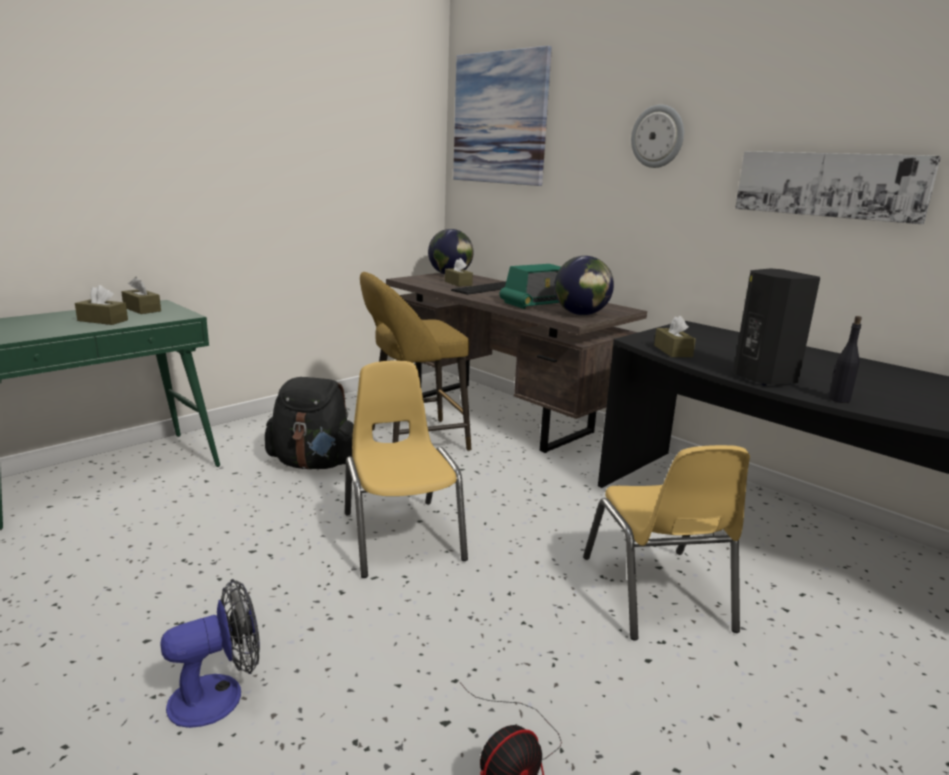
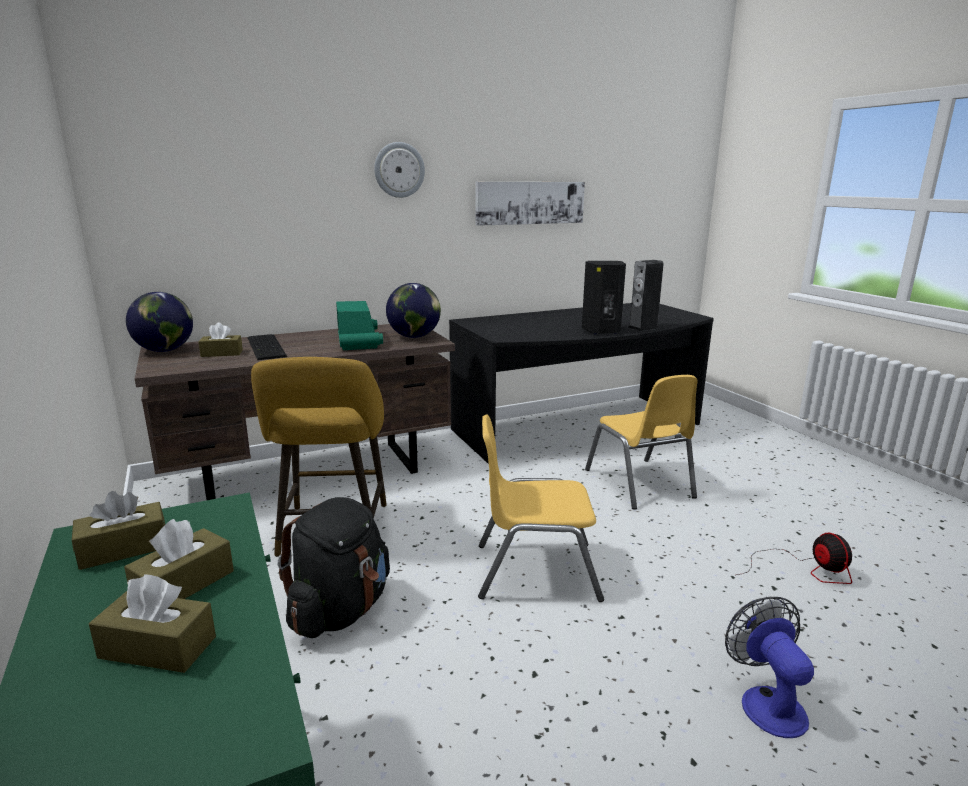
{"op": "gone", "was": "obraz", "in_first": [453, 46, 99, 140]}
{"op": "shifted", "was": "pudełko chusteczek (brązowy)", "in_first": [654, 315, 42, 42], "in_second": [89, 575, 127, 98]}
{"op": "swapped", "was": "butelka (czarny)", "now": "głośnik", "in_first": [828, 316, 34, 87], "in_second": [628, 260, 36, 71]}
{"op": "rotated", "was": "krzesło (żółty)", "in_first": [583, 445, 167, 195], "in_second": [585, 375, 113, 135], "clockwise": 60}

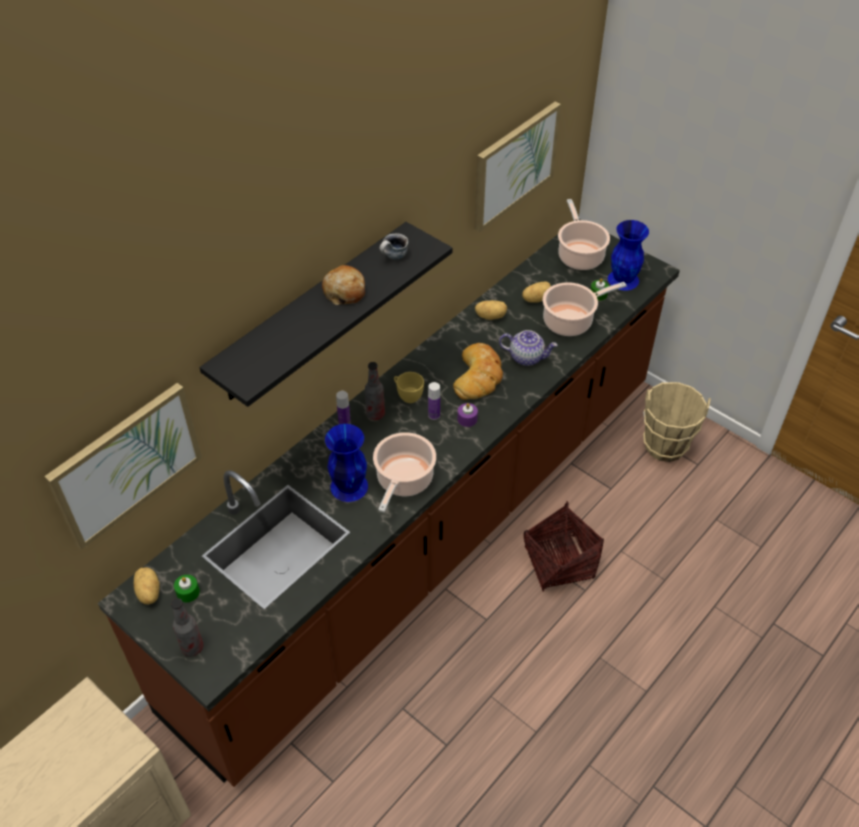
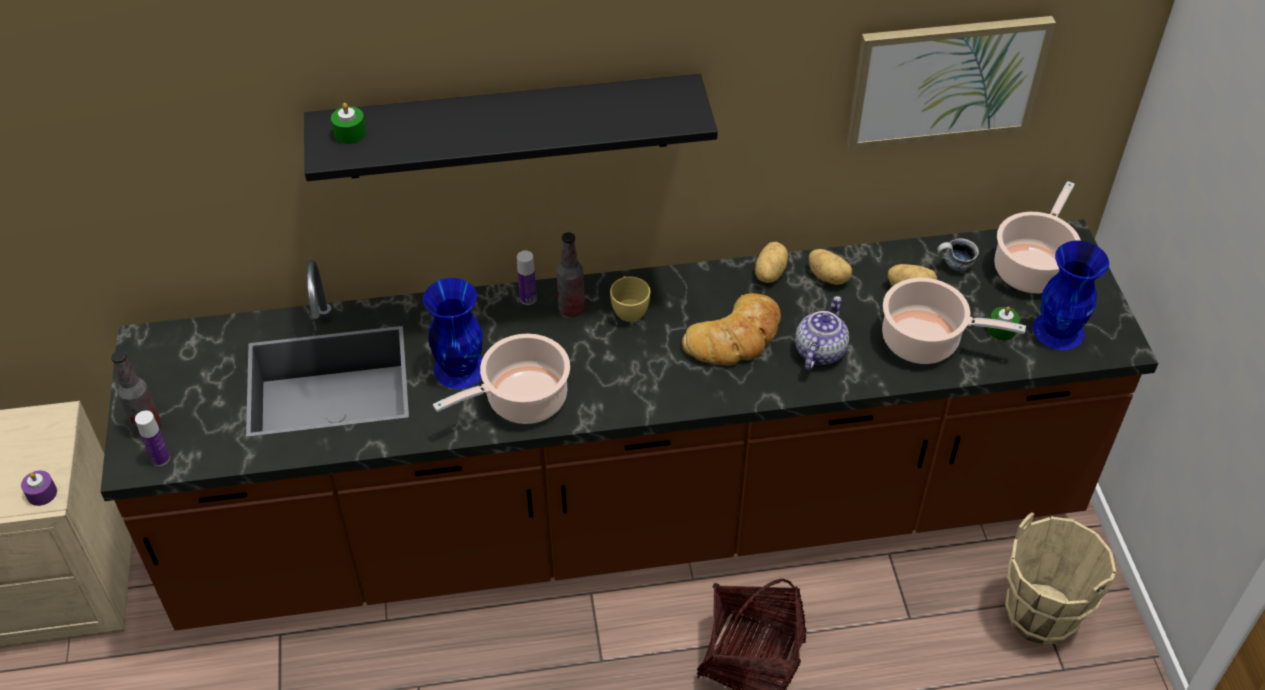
{"op": "shifted", "was": "kubek", "in_first": [379, 233, 29, 26], "in_second": [937, 238, 42, 33]}
{"op": "gone", "was": "chleb", "in_first": [322, 265, 43, 40]}
{"op": "rotated", "was": "imbryk", "in_first": [499, 330, 58, 36], "in_second": [795, 296, 54, 74], "clockwise": -120}
{"op": "shifted", "was": "butelka", "in_first": [428, 382, 12, 38], "in_second": [135, 410, 35, 56]}
{"op": "gone", "was": "obraz", "in_first": [44, 383, 158, 167]}
{"op": "shifted", "was": "świeca (fioletowy)", "in_first": [457, 403, 21, 24], "in_second": [21, 471, 36, 35]}
{"op": "shifted", "was": "ziemniak", "in_first": [134, 567, 26, 37], "in_second": [755, 242, 33, 41]}
{"op": "shifted", "was": "świeca (zielony)", "in_first": [174, 575, 26, 27], "in_second": [331, 103, 35, 41]}

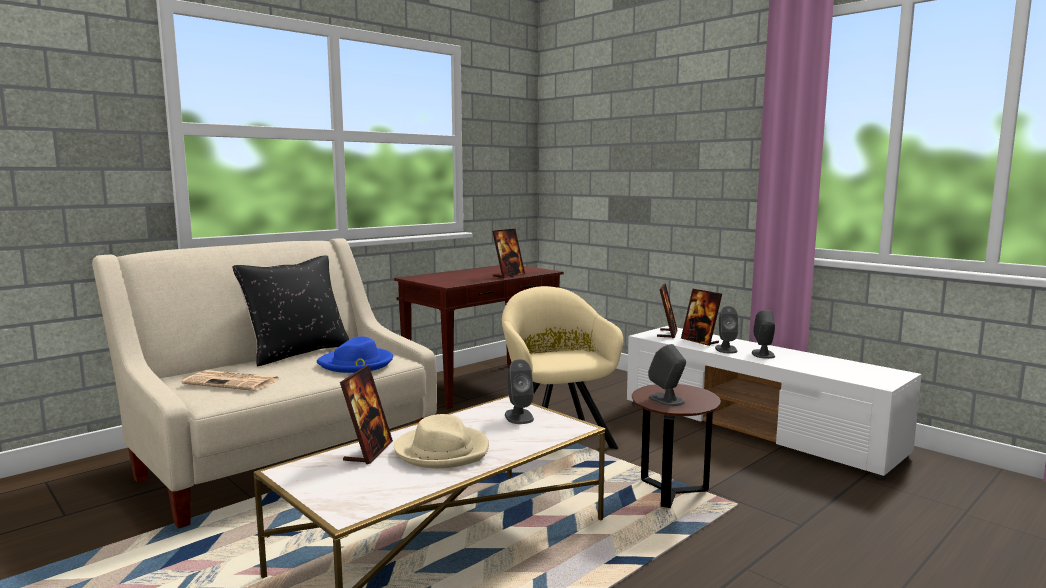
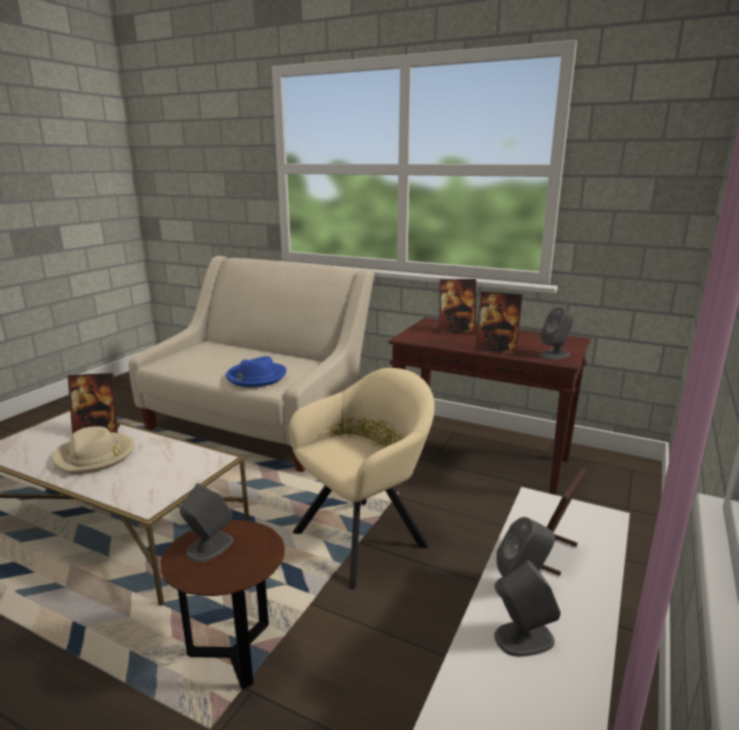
{"op": "gone", "was": "poduszka (czarny)", "in_first": [232, 256, 117, 111]}
{"op": "shifted", "was": "ramka na zdjęcie", "in_first": [657, 283, 21, 55], "in_second": [438, 279, 38, 54]}
{"op": "shifted", "was": "głośnik (szary)", "in_first": [505, 359, 29, 65], "in_second": [540, 307, 34, 53]}
{"op": "gone", "was": "gazeta", "in_first": [181, 370, 99, 21]}

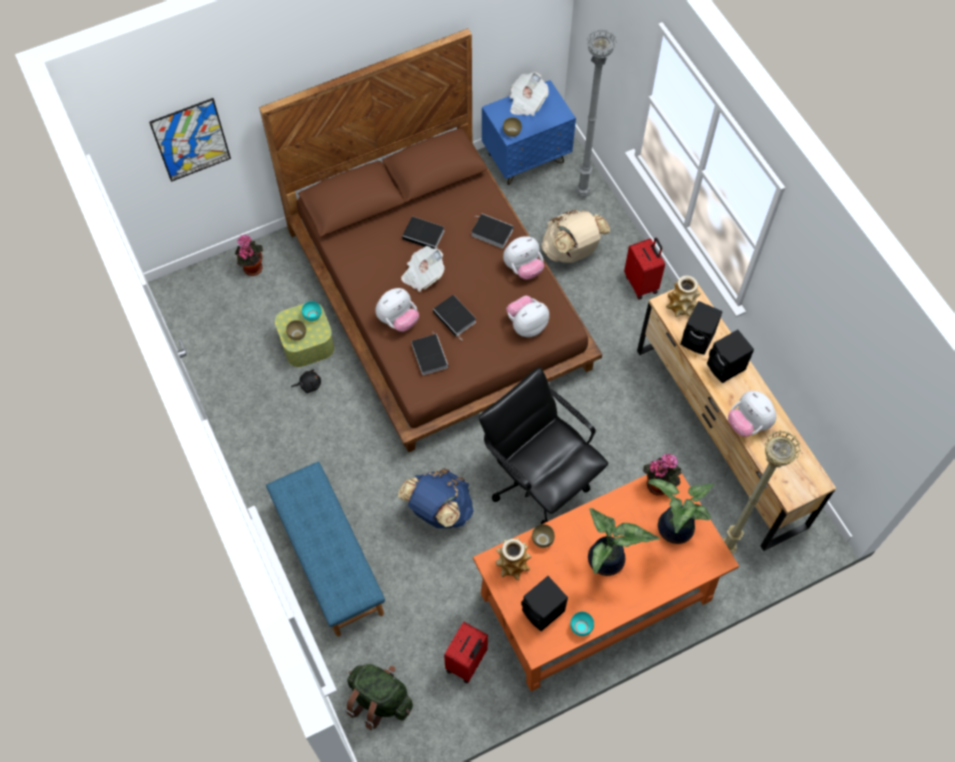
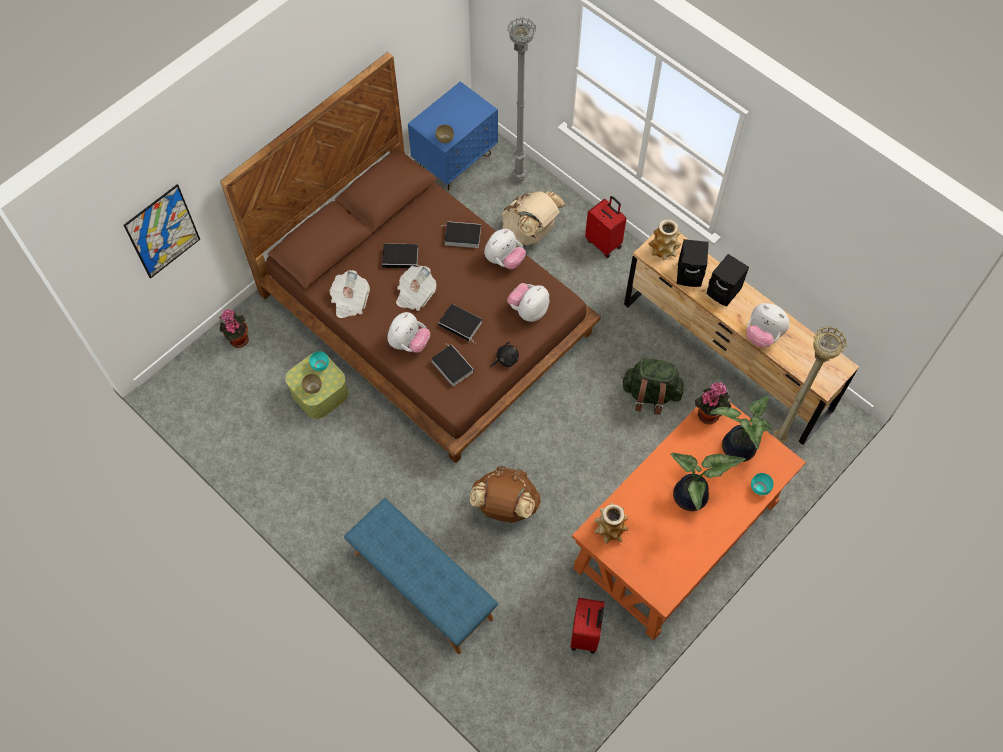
{"op": "shifted", "was": "gazeta", "in_first": [510, 72, 39, 44], "in_second": [329, 270, 41, 48]}
{"op": "gone", "was": "krzesło biurowe (czarny)", "in_first": [479, 367, 129, 157]}
{"op": "shifted", "was": "pluszak (czarny)", "in_first": [291, 369, 30, 24], "in_second": [490, 342, 29, 25]}
{"op": "repainted", "was": "plecak (niebieski)", "now": "plecak (brązowy)", "in_first": [398, 468, 76, 60], "in_second": [470, 466, 71, 57]}
{"op": "gone", "was": "miska (brązowy)", "in_first": [532, 524, 23, 24]}
{"op": "gone", "was": "głośnik (czarny)", "in_first": [521, 576, 47, 55]}
{"op": "shifted", "was": "miska (turkusowy)", "in_first": [570, 612, 24, 24], "in_second": [751, 473, 23, 22]}
{"op": "shifted", "was": "plecak (zielony)", "in_first": [345, 664, 68, 66], "in_second": [622, 358, 62, 57]}

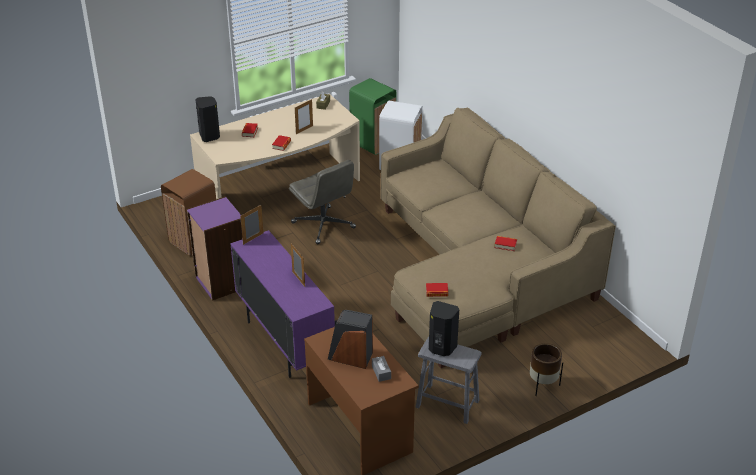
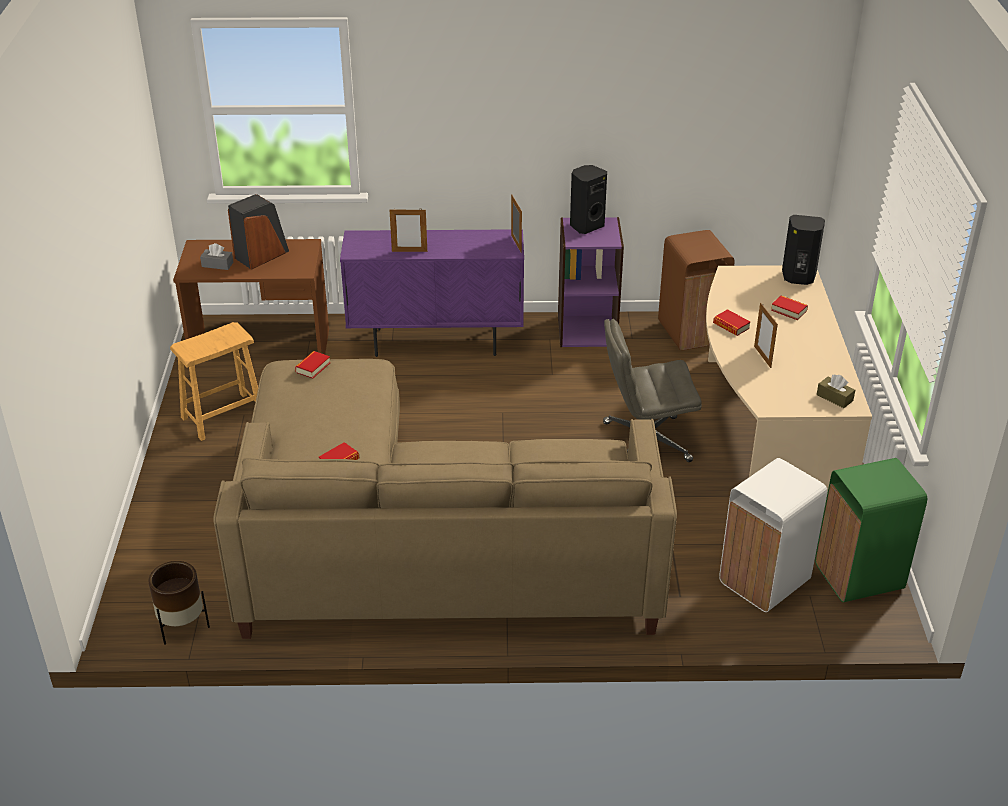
{"op": "shifted", "was": "głośnik (czarny)", "in_first": [429, 301, 30, 55], "in_second": [570, 165, 37, 69]}
{"op": "repainted", "was": "stołek (szary)", "now": "stołek (brązowy)", "in_first": [416, 337, 66, 87], "in_second": [170, 322, 88, 119]}
{"op": "shifted", "was": "donica (brązowy)", "in_first": [530, 343, 33, 53], "in_second": [149, 561, 61, 84]}

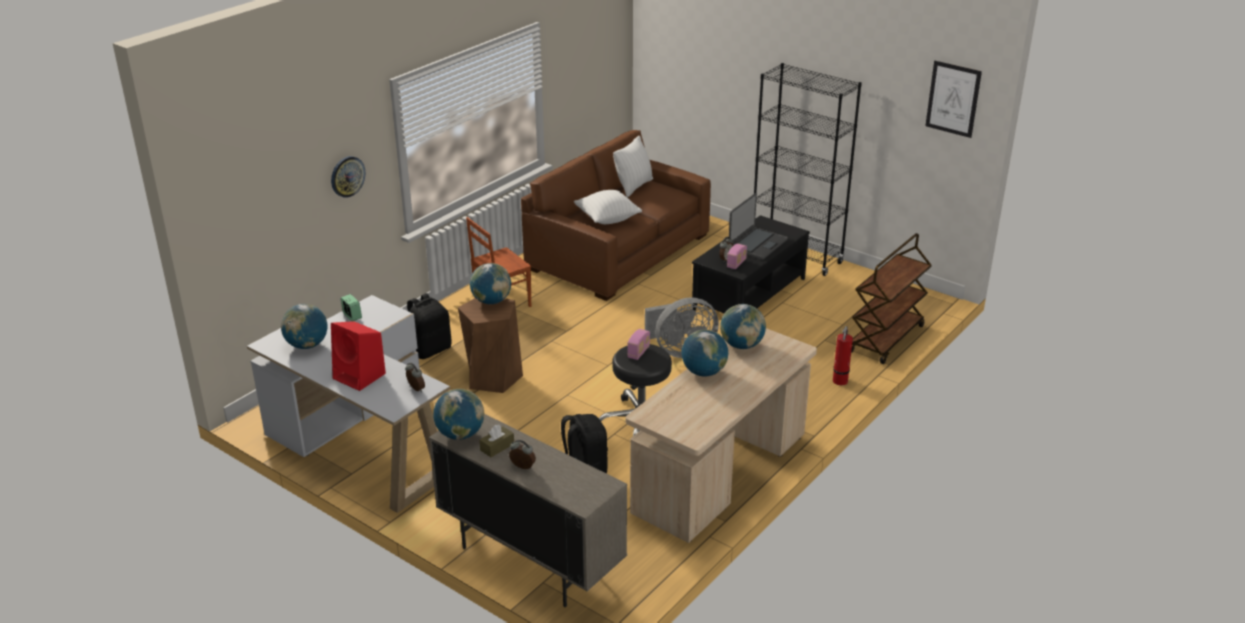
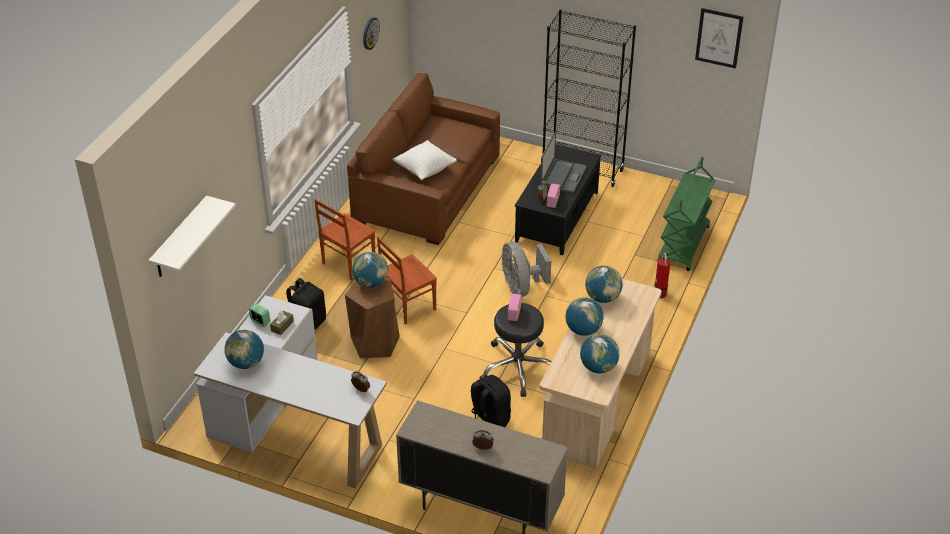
{"op": "gone", "was": "poduszka (biały)", "in_first": [613, 135, 40, 62]}
{"op": "shifted", "was": "zegar ścienny", "in_first": [331, 156, 34, 42], "in_second": [363, 17, 17, 33]}
{"op": "repainted", "was": "wózek (brązowy)", "now": "wózek (zielony)", "in_first": [851, 233, 81, 131], "in_second": [658, 157, 57, 114]}
{"op": "rotated", "was": "wentylator (szary)", "in_first": [645, 297, 74, 61], "in_second": [502, 241, 49, 56], "clockwise": 105}
{"op": "gone", "was": "głośnik (czerwony)", "in_first": [331, 321, 55, 70]}
{"op": "shifted", "was": "globus", "in_first": [433, 389, 51, 51], "in_second": [580, 334, 39, 39]}
{"op": "shifted", "was": "pudełko chusteczek (brązowy)", "in_first": [479, 425, 35, 32], "in_second": [270, 310, 24, 25]}
{"op": "new", "now": "półka (biały)", "in_second": [148, 195, 88, 82]}
{"op": "new", "now": "krzesło (brązowy)", "in_second": [377, 236, 60, 89]}

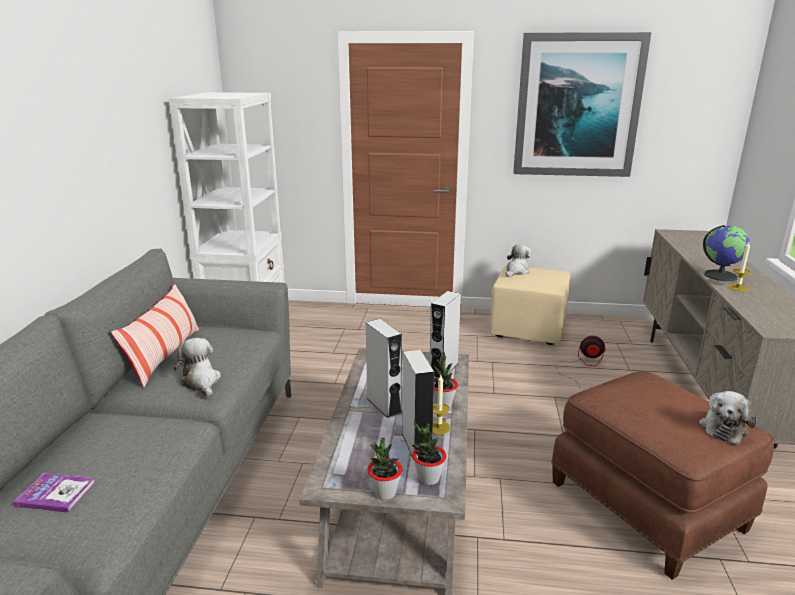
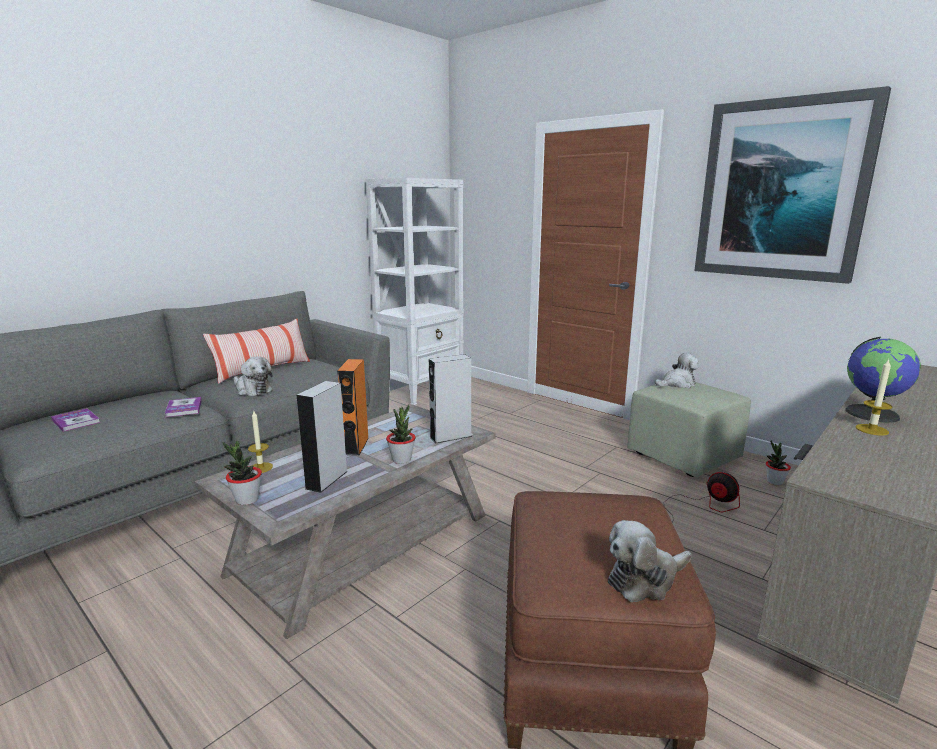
{"op": "repainted", "was": "pufa (beżowy)", "now": "pufa (zielony)", "in_first": [489, 265, 81, 80], "in_second": [627, 382, 124, 95]}
{"op": "repainted", "was": "głośnik (szary)", "now": "głośnik (pomarańczowy)", "in_first": [366, 319, 36, 99], "in_second": [337, 359, 32, 96]}
{"op": "rotated", "was": "pluszak", "in_first": [174, 338, 47, 59], "in_second": [234, 356, 39, 40], "clockwise": 120}
{"op": "shifted", "was": "świeca", "in_first": [433, 375, 18, 60], "in_second": [248, 411, 25, 62]}
{"op": "shifted", "was": "roślina doniczkowa", "in_first": [412, 422, 35, 63], "in_second": [766, 441, 25, 45]}
{"op": "new", "now": "książka", "in_second": [165, 397, 37, 20]}

